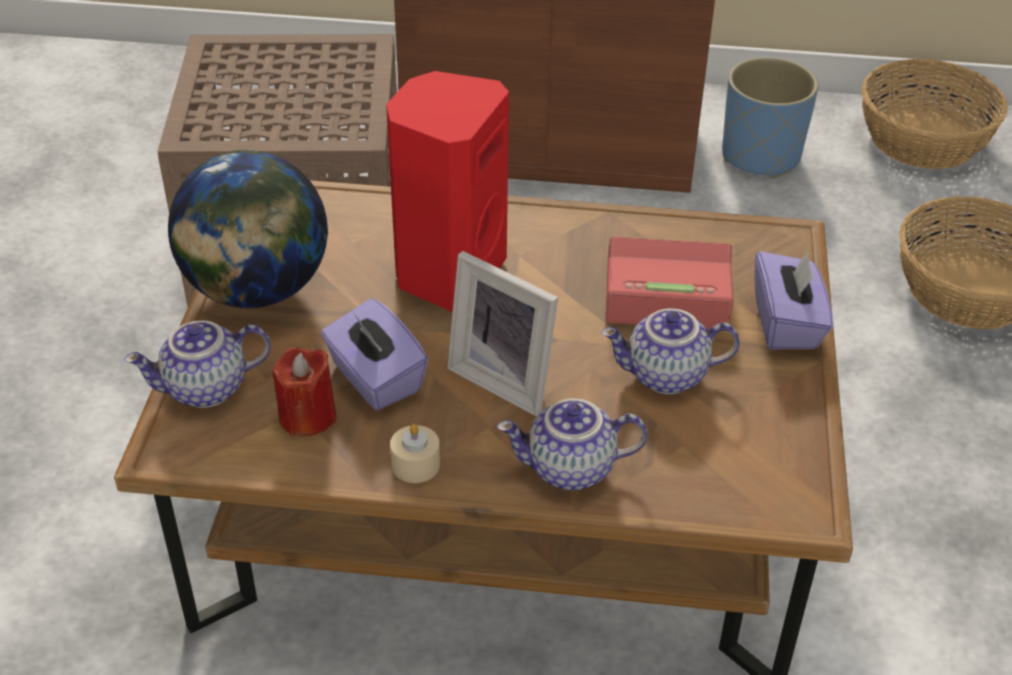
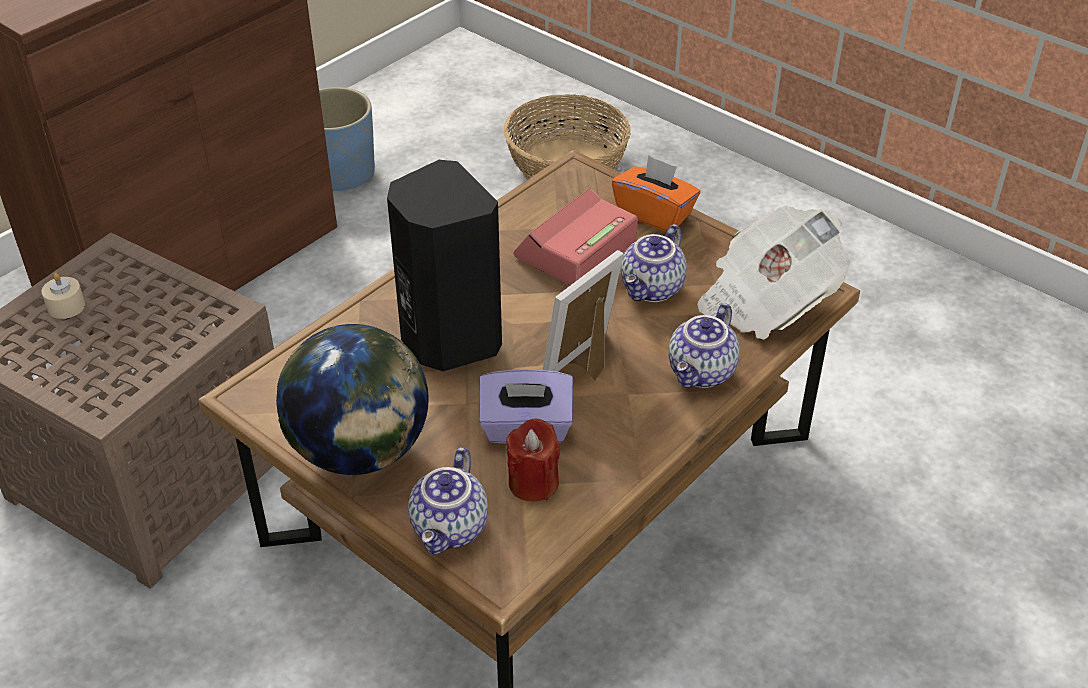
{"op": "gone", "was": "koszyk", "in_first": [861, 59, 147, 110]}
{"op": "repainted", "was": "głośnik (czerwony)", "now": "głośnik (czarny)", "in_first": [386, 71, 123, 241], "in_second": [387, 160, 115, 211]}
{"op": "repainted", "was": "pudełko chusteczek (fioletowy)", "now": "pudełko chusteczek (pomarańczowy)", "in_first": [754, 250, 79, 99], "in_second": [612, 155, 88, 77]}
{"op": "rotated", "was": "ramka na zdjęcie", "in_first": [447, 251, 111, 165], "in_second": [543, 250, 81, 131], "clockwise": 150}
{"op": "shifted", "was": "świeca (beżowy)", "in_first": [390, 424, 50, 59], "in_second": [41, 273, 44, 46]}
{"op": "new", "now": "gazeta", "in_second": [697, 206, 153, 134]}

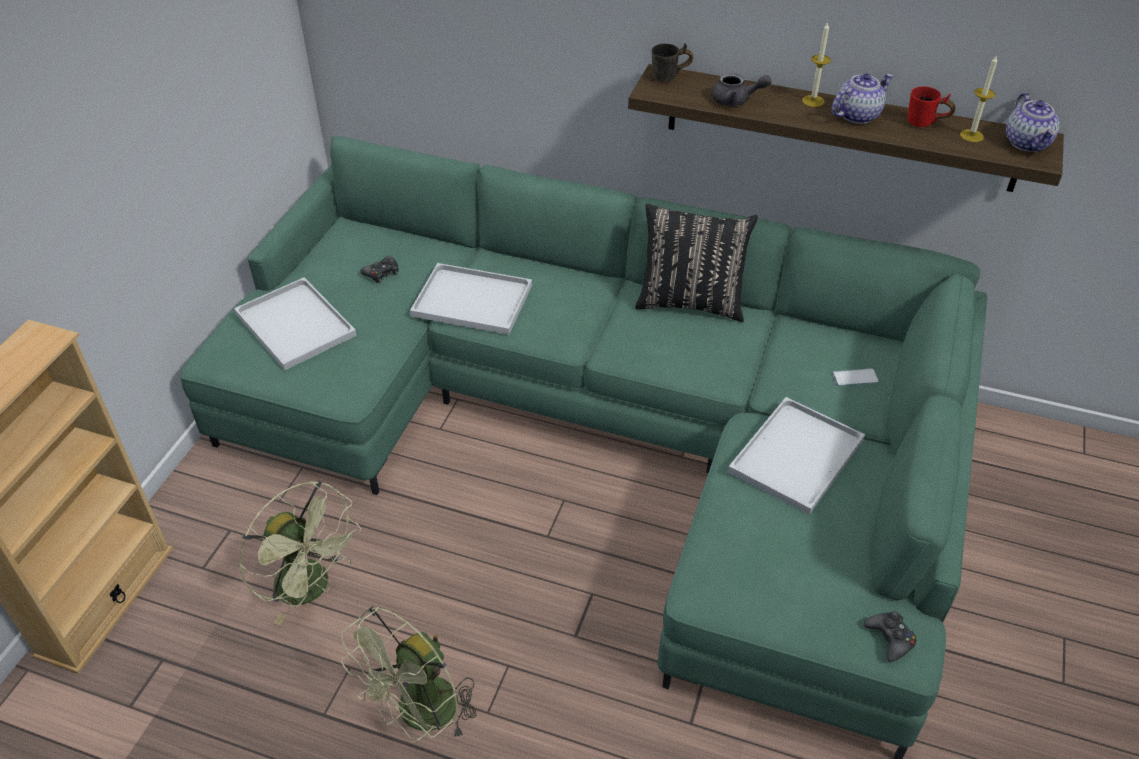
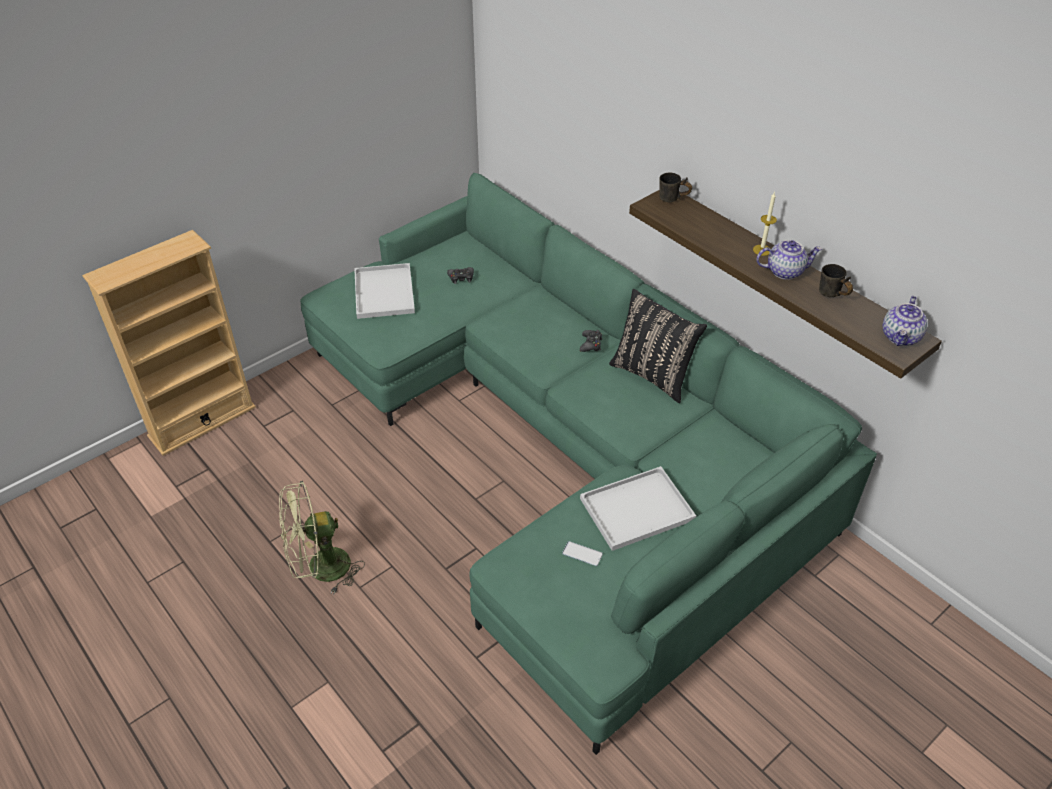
{"op": "gone", "was": "świeca", "in_first": [960, 55, 38, 87]}
{"op": "gone", "was": "imbryk (szary)", "in_first": [711, 73, 60, 33]}
{"op": "repainted", "was": "kubek (czerwony)", "now": "kubek (szary)", "in_first": [907, 86, 48, 41], "in_second": [819, 264, 34, 33]}
{"op": "gone", "was": "taca (biały)", "in_first": [410, 263, 122, 72]}
{"op": "shifted", "was": "telefon", "in_first": [832, 368, 47, 18], "in_second": [562, 541, 41, 25]}
{"op": "gone", "was": "wentylator (zielony)", "in_first": [239, 481, 122, 144]}
{"op": "shifted", "was": "pad do gier (czarny)", "in_first": [863, 611, 54, 51], "in_second": [580, 330, 22, 22]}

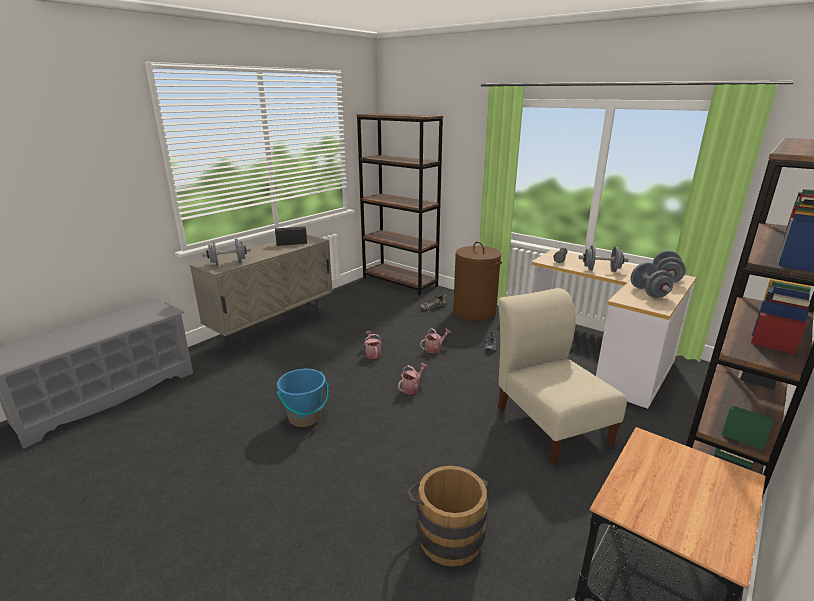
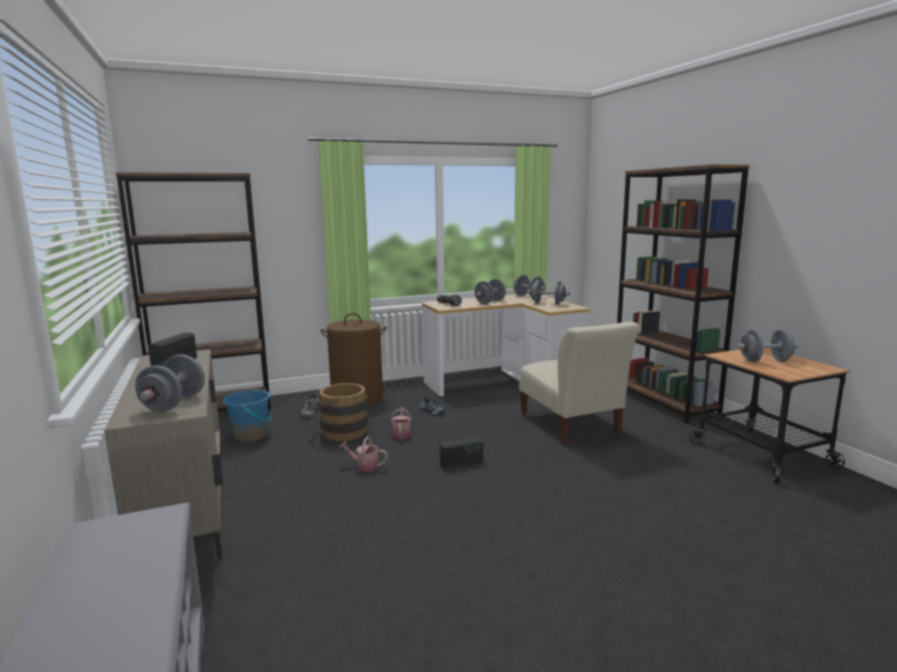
{"op": "rotated", "was": "krzesło (beżowy)", "in_first": [498, 288, 129, 176], "in_second": [519, 322, 120, 122], "clockwise": -120}
{"op": "swapped", "was": "konewka", "now": "radio", "in_first": [398, 363, 30, 31], "in_second": [440, 437, 43, 31]}
{"op": "shifted", "was": "wiadro (niebieski)", "in_first": [277, 369, 52, 58], "in_second": [223, 390, 49, 52]}
{"op": "shifted", "was": "wiadro (brązowy)", "in_first": [407, 466, 81, 101], "in_second": [310, 383, 58, 58]}
{"op": "new", "now": "hantel (szary)", "in_second": [736, 330, 62, 32]}

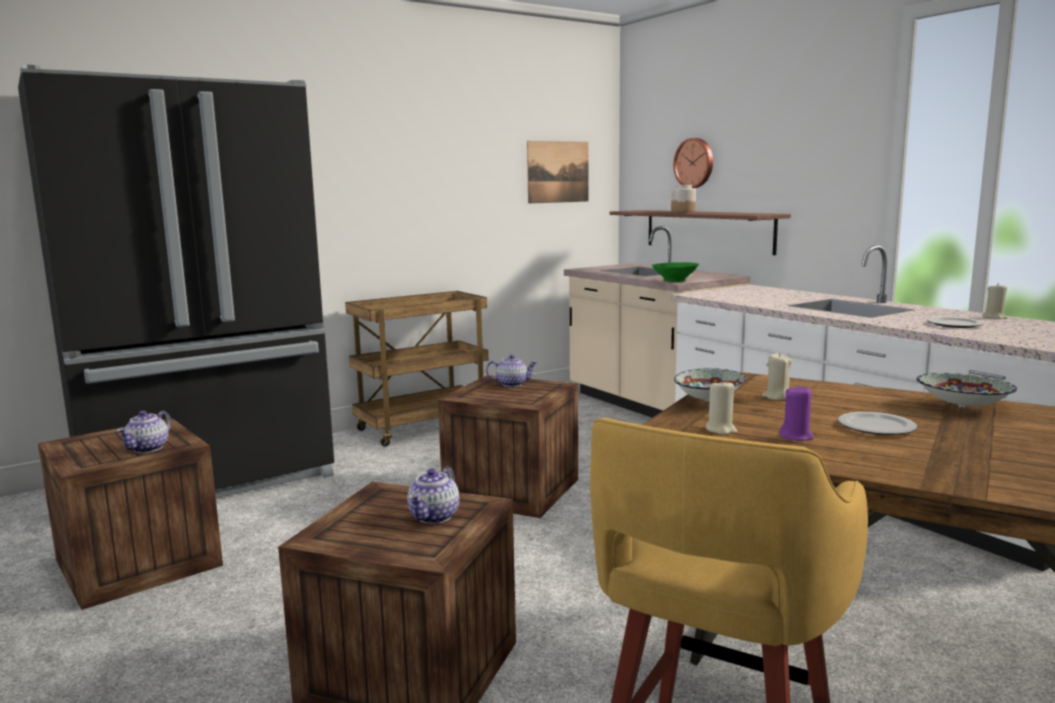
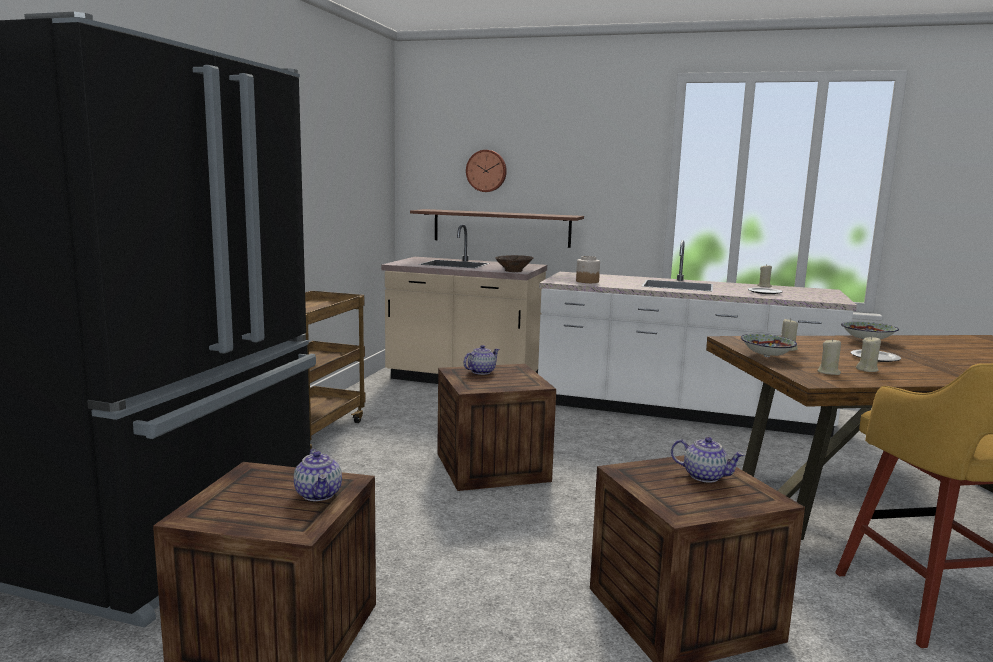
{"op": "gone", "was": "obraz", "in_first": [527, 141, 62, 63]}
{"op": "shifted", "was": "słoik", "in_first": [671, 185, 25, 27], "in_second": [576, 256, 24, 27]}
{"op": "repainted", "was": "miska (zielony)", "now": "miska (brązowy)", "in_first": [652, 262, 47, 20], "in_second": [495, 255, 38, 17]}
{"op": "repainted", "was": "świeca (fioletowy)", "now": "świeca (beżowy)", "in_first": [780, 385, 34, 56], "in_second": [856, 336, 25, 36]}
{"op": "rotated", "was": "imbryk", "in_first": [407, 467, 52, 57], "in_second": [671, 437, 74, 46], "clockwise": -45}

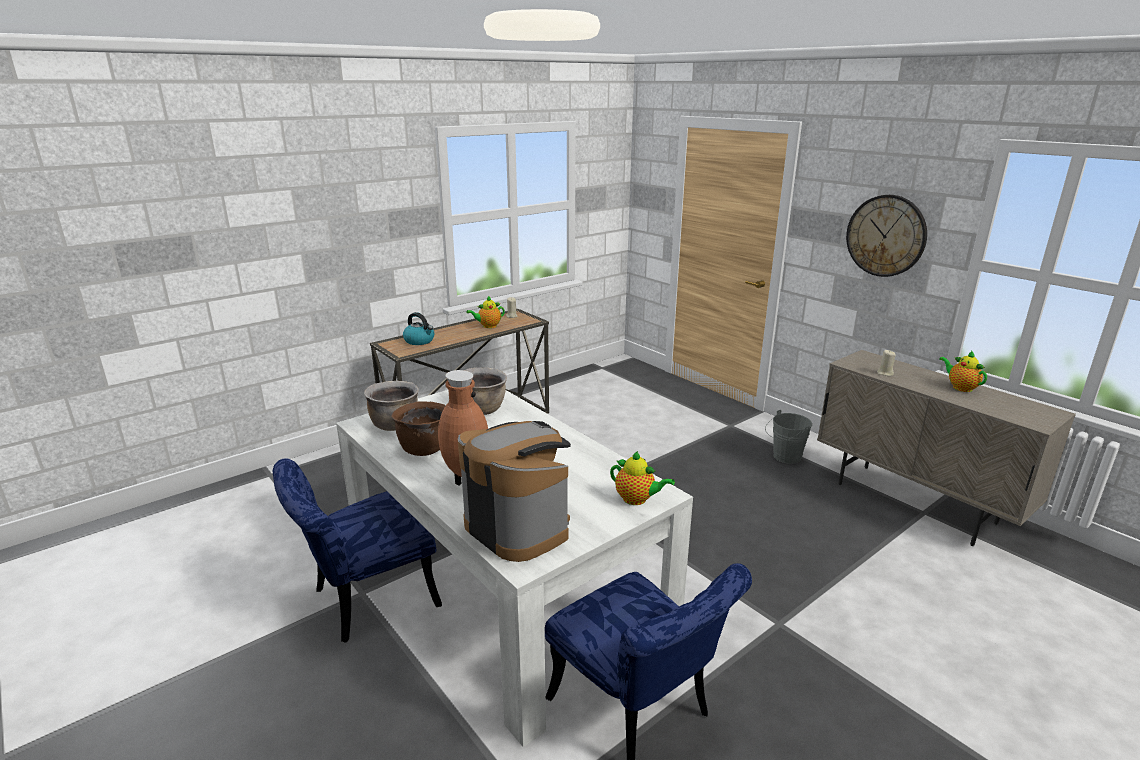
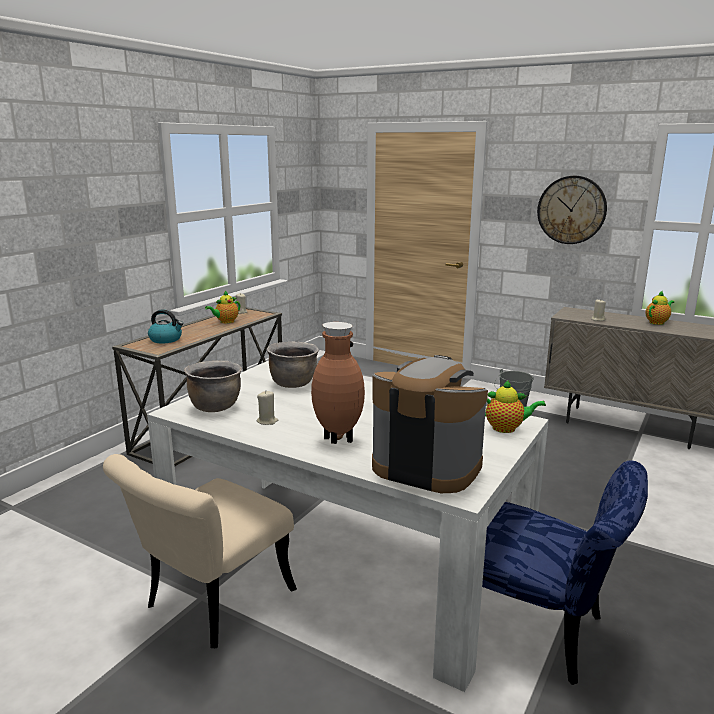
{"op": "rotated", "was": "imbryk", "in_first": [939, 350, 48, 42], "in_second": [646, 290, 28, 35], "clockwise": 105}
{"op": "swapped", "was": "garnek (brązowy)", "now": "świeca (beżowy)", "in_first": [391, 401, 55, 55], "in_second": [257, 391, 21, 34]}
{"op": "repainted", "was": "krzesło (niebieski)", "now": "krzesło (beżowy)", "in_first": [273, 458, 169, 185], "in_second": [103, 454, 194, 194]}

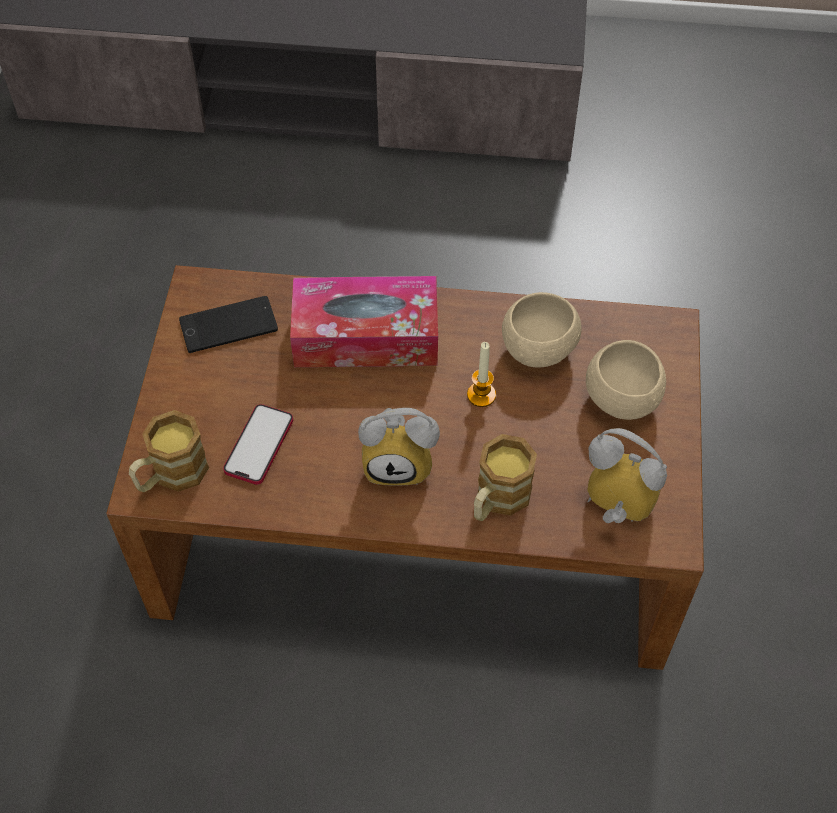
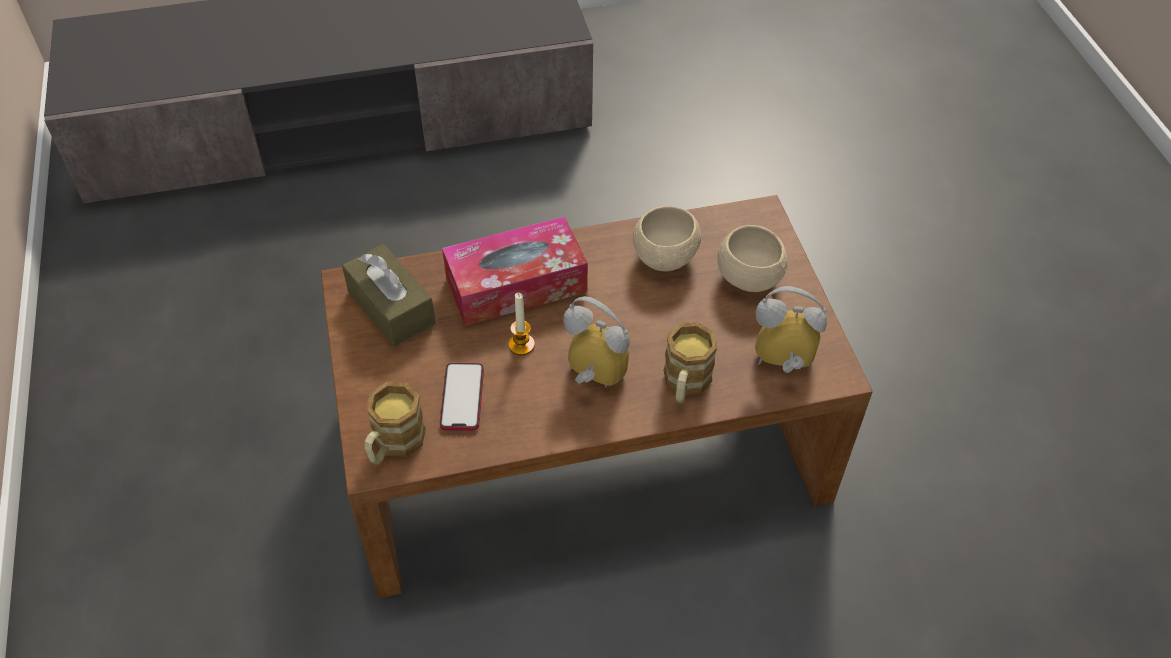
{"op": "swapped", "was": "telefon", "now": "pudełko chusteczek (brązowy)", "in_first": [179, 296, 99, 57], "in_second": [342, 244, 94, 102]}
{"op": "shifted", "was": "świeca", "in_first": [467, 342, 29, 65], "in_second": [508, 293, 27, 62]}
{"op": "rotated", "was": "budzik", "in_first": [358, 408, 82, 77], "in_second": [563, 296, 67, 91], "clockwise": -135}

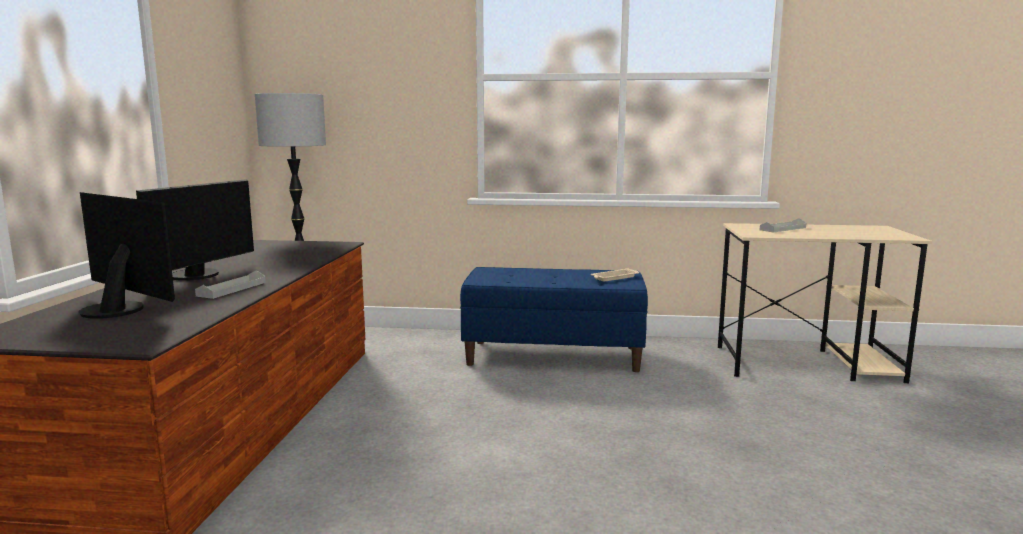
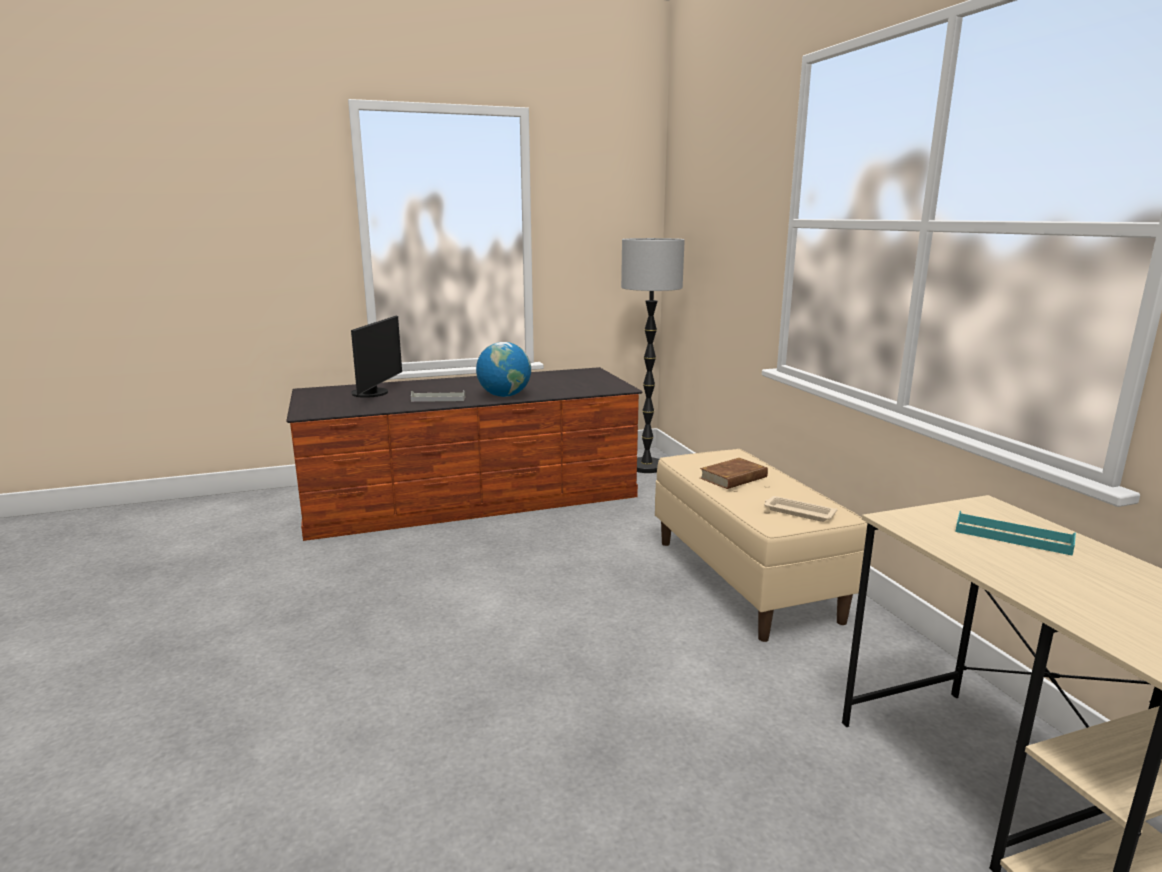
{"op": "gone", "was": "monitor", "in_first": [136, 179, 118, 102]}
{"op": "repainted", "was": "taca (szary)", "now": "taca (turkusowy)", "in_first": [760, 218, 47, 15], "in_second": [955, 511, 121, 44]}
{"op": "repainted", "was": "ławka (niebieski)", "now": "ławka (beżowy)", "in_first": [460, 267, 188, 105], "in_second": [655, 449, 212, 193]}
{"op": "new", "now": "globus", "in_second": [476, 342, 55, 55]}
{"op": "new", "now": "książka (brązowy)", "in_second": [700, 458, 68, 31]}

